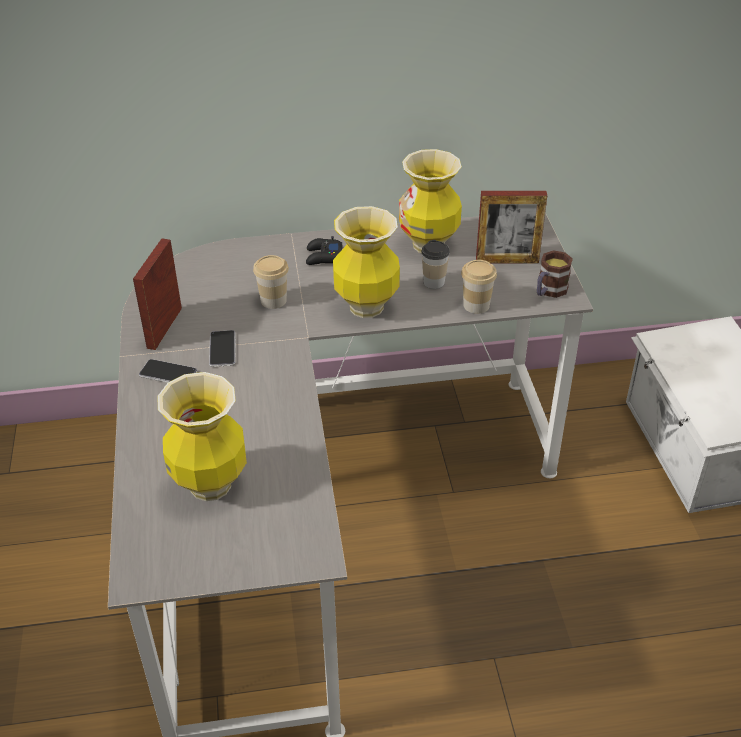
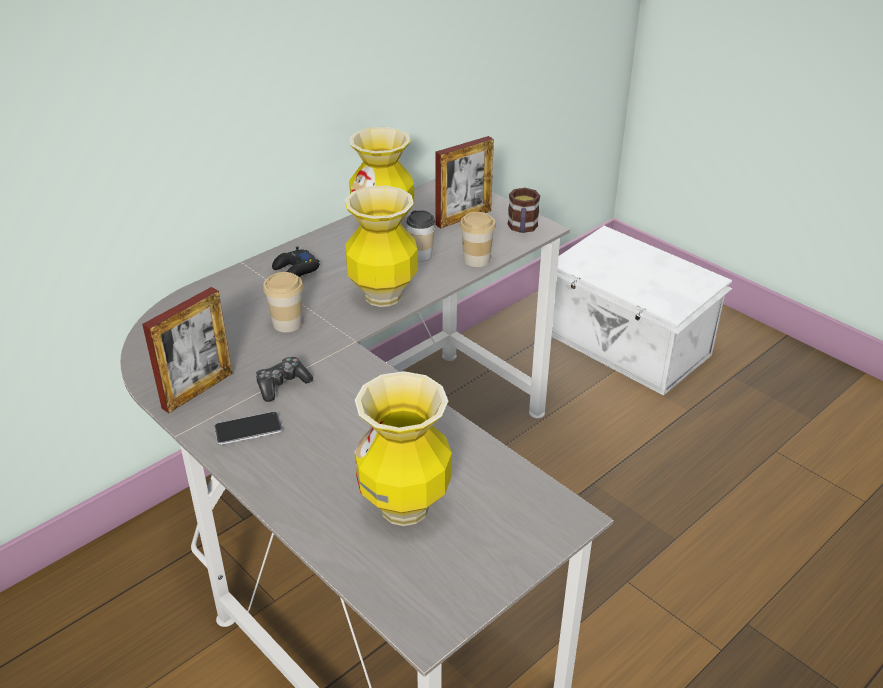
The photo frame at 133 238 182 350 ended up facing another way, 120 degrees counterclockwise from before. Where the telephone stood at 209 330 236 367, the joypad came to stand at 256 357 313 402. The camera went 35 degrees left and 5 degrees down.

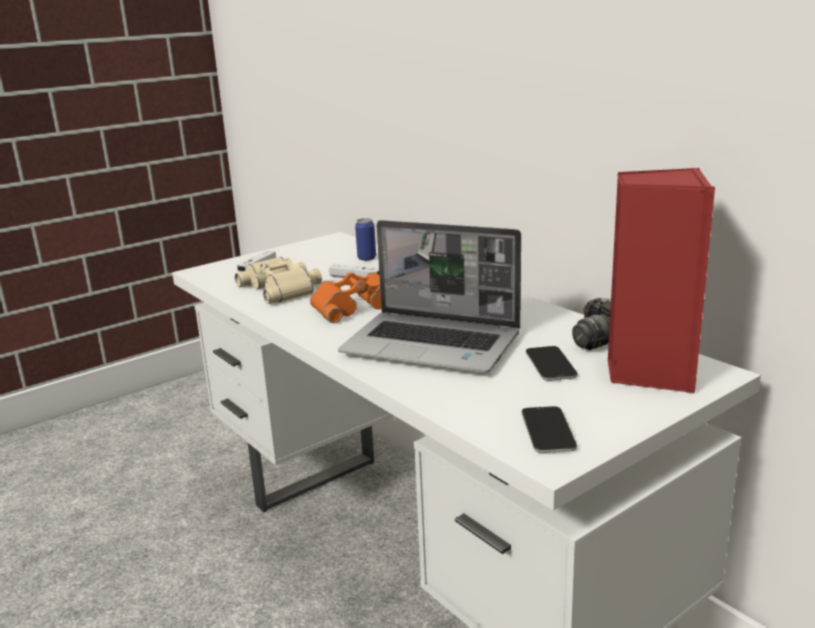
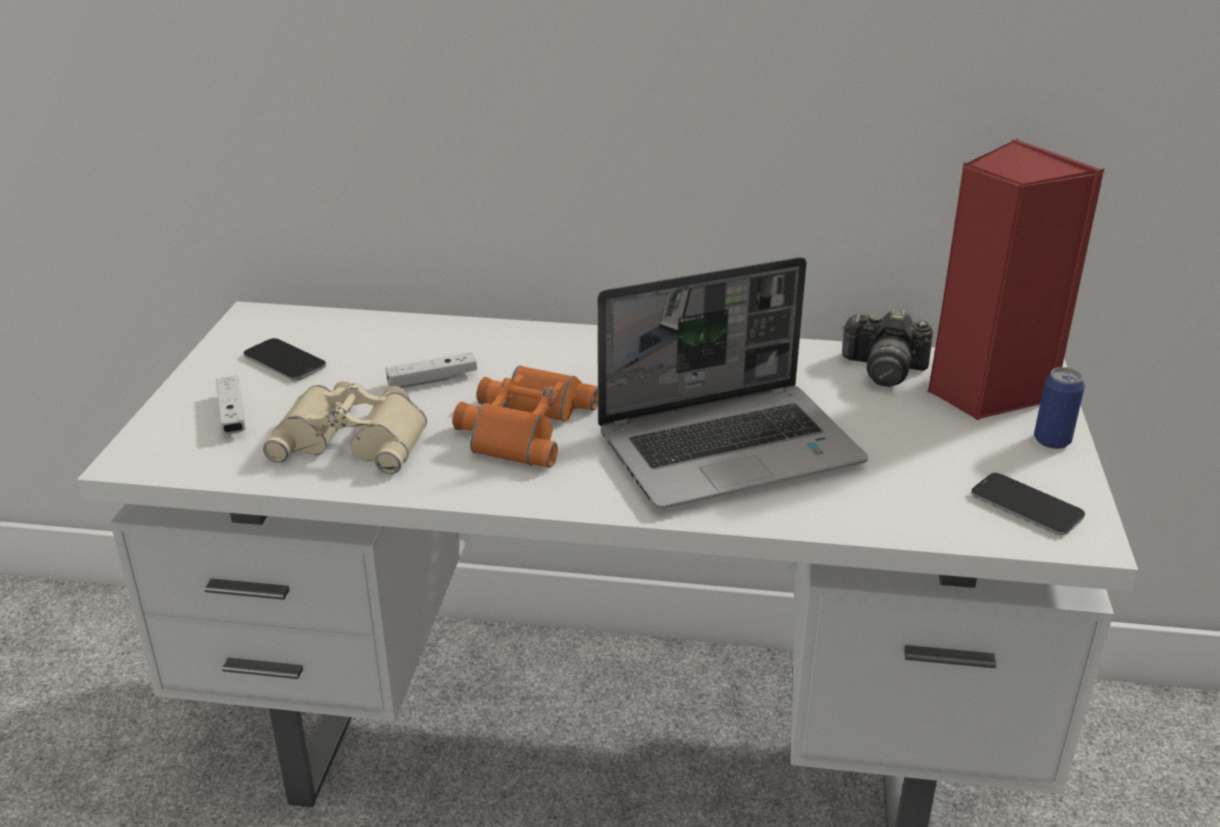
The sealed can ended up elsewhere, having gone from 355 218 376 261 to 1034 367 1085 449. The telephone ended up elsewhere, having gone from 526 346 578 381 to 243 338 326 381. The camera went 45 degrees left and 10 degrees up.

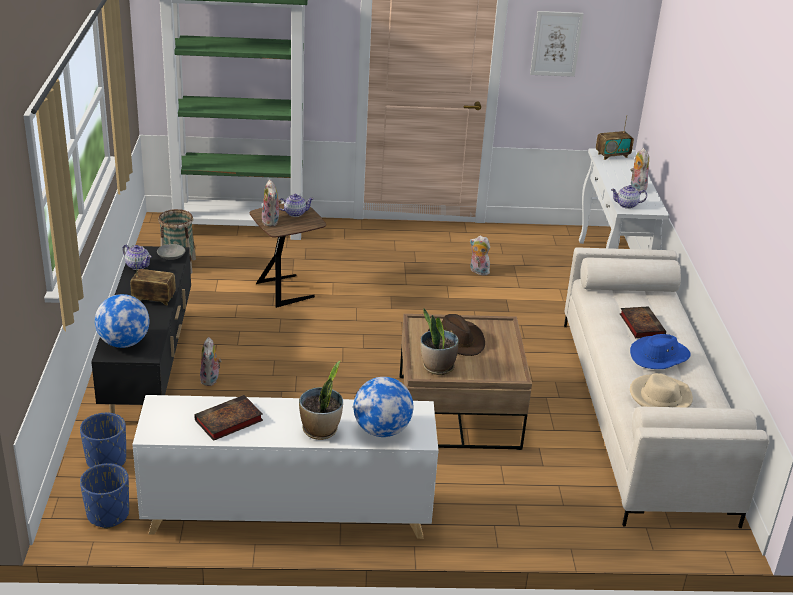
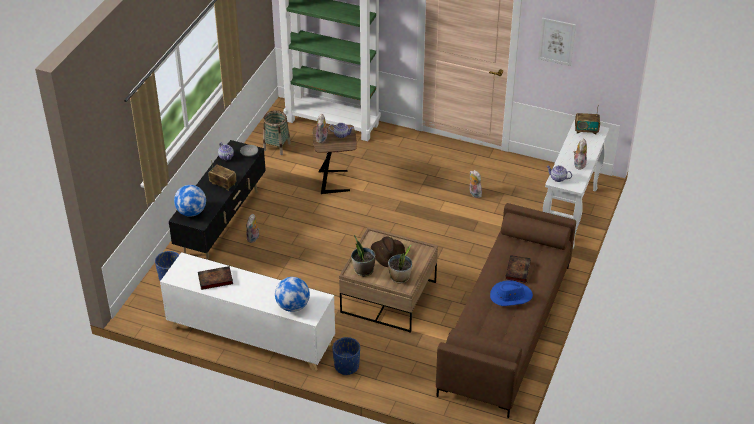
The blue plant pot ended up elsewhere, having gone from 80 463 129 529 to 332 337 360 375. The houseplant ended up elsewhere, having gone from 299 360 343 440 to 388 245 412 283. What was the white settee at 564 247 769 528 turned into the brown settee at 436 203 576 418. The second view lost the beige wearable hat at 630 373 693 408. The camera went 25 degrees right and 10 degrees up.

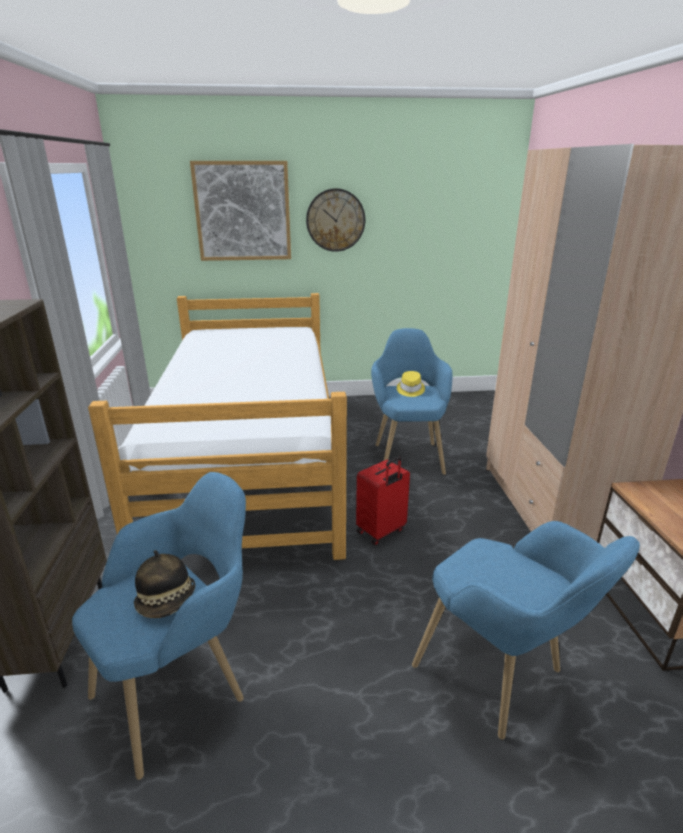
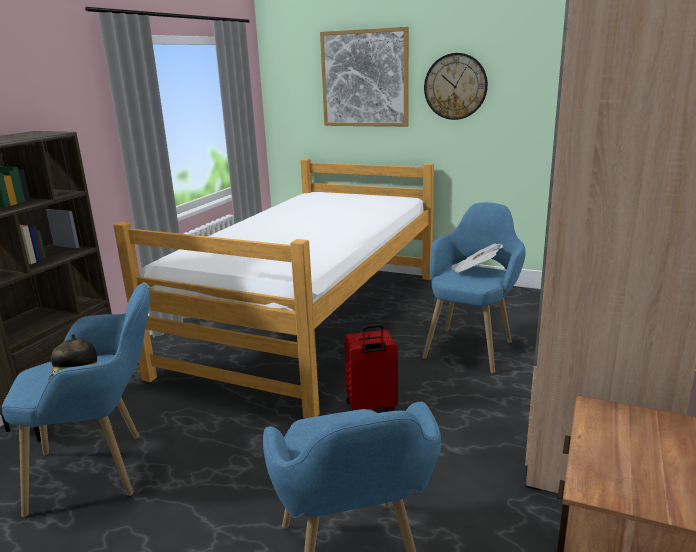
Where the yellow wearable hat stood at 397 371 425 397, the newspaper came to stand at 451 244 503 273. The camera went 30 degrees right and 5 degrees down.

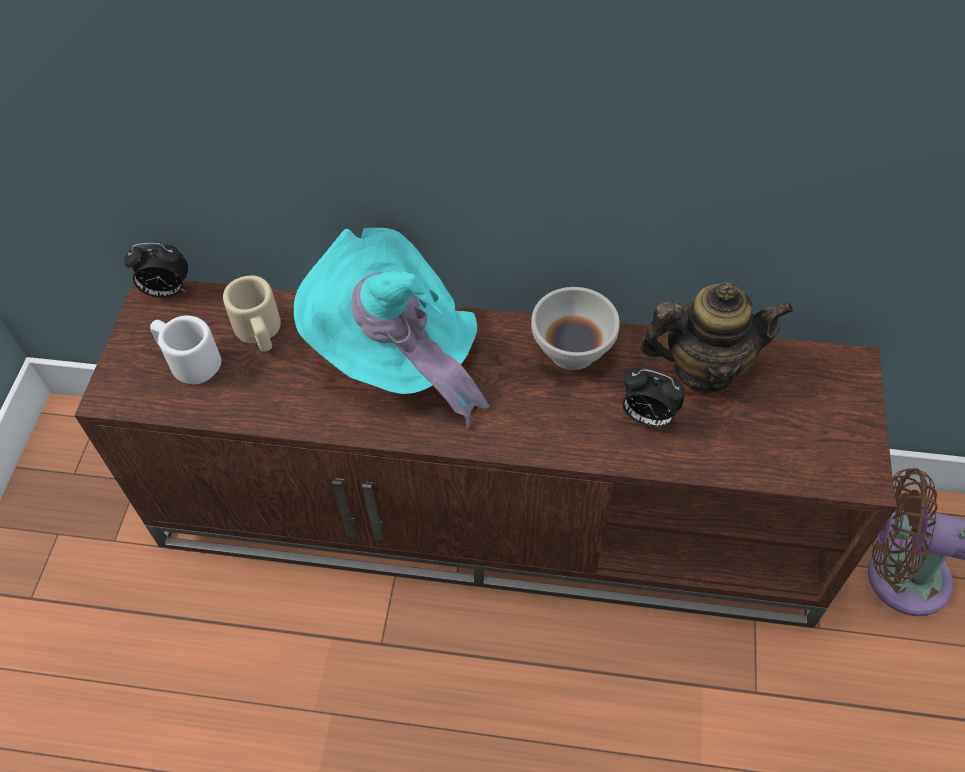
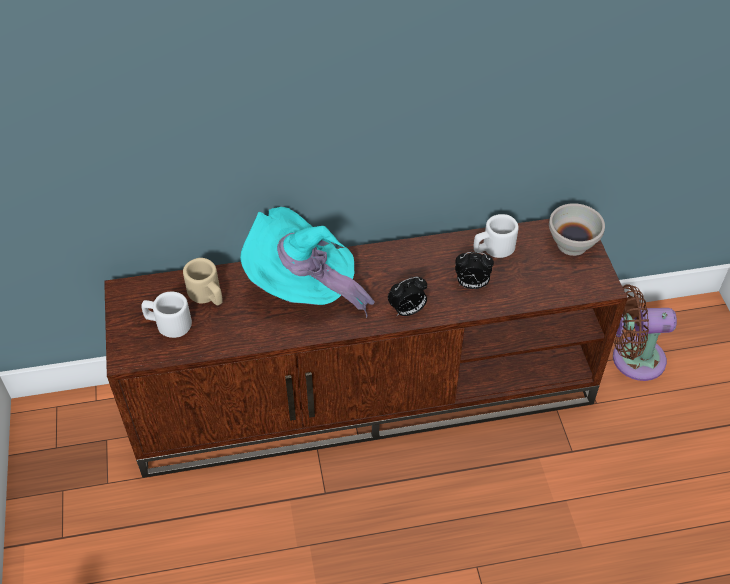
The alarm clock ended up elsewhere, having gone from 124 243 188 298 to 388 277 427 316. The white serving bowl ended up elsewhere, having gone from 531 287 620 370 to 549 203 605 256. Where the teapot stood at 639 282 793 393, the white coffee mug came to stand at 474 214 519 258. The camera went 20 degrees left and 5 degrees down.

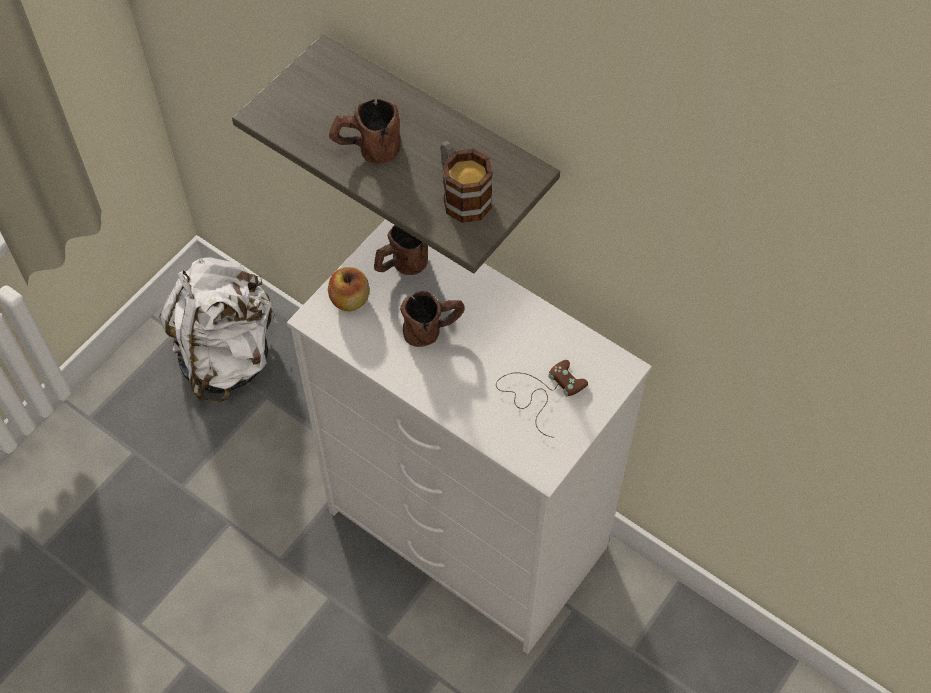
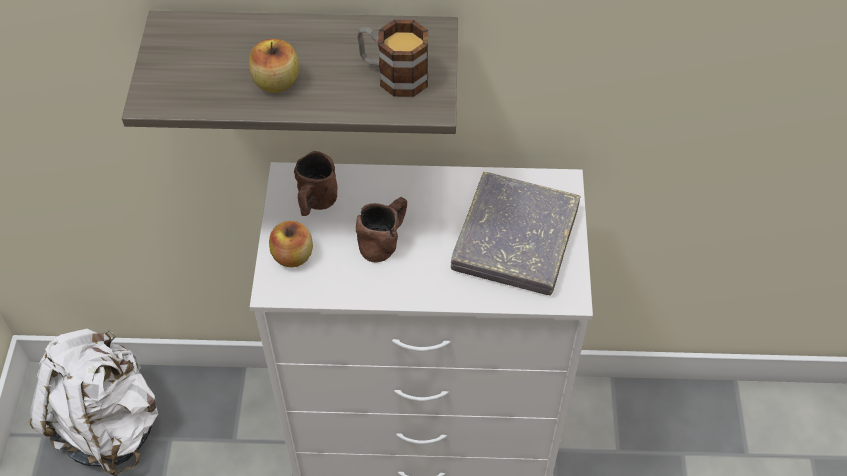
Where the brown coffee mug stood at 329 99 401 164, the apple came to stand at 249 39 299 93. Where the brown joypad stood at 496 360 588 438, the grey bound book came to stand at 451 172 580 296. The camera went 35 degrees left and 5 degrees down.

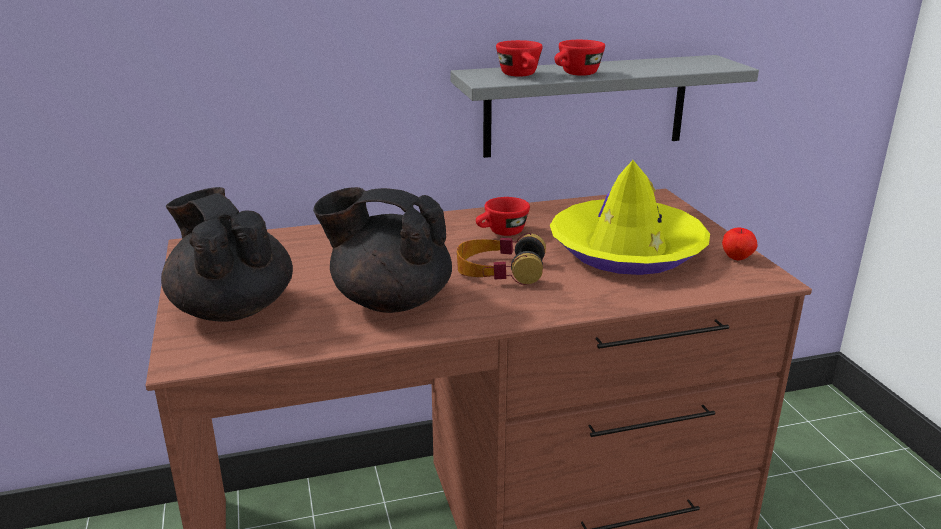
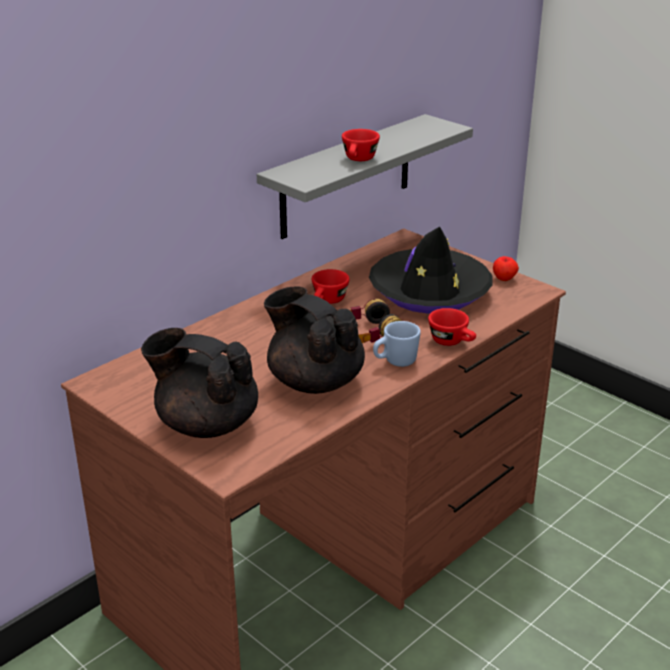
The black-coloured teapot at 313 187 452 313 ended up facing another way, 60 degrees clockwise from before. The red small cup ended up elsewhere, having gone from 496 40 543 77 to 428 308 476 346. What was the yellow wearable hat at 550 160 710 275 turned into the black-coloured wearable hat at 369 226 493 314. The second view gained the blue coffee mug at 373 321 421 367. The camera went 30 degrees left and 5 degrees up.

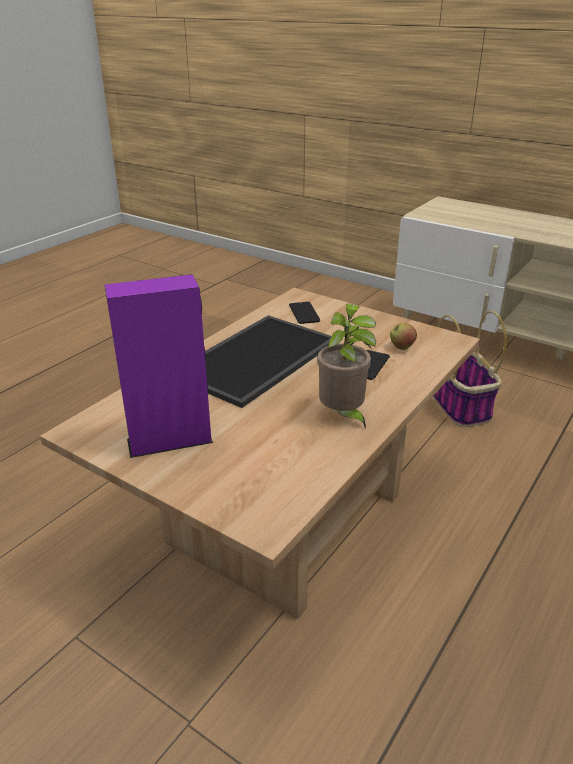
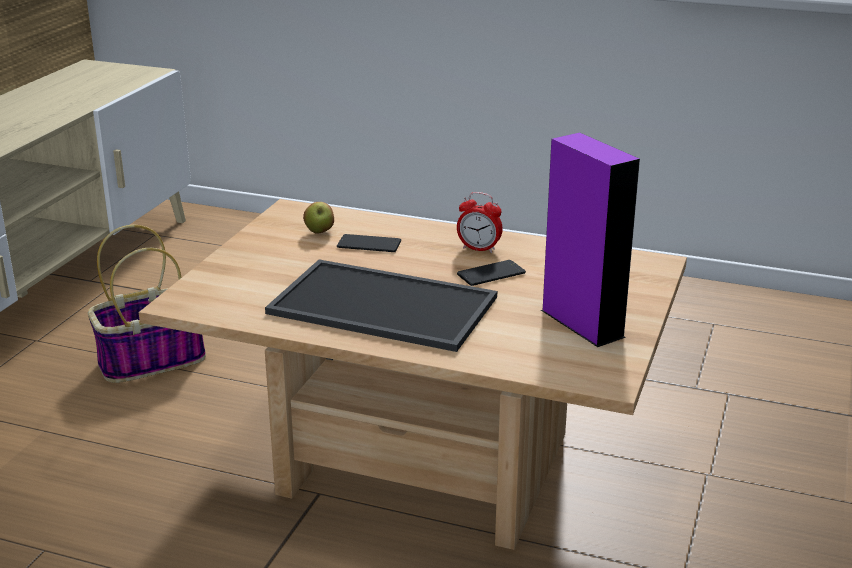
The telephone ended up elsewhere, having gone from 289 302 320 324 to 457 260 526 286. Where the houseplant stood at 317 304 376 429, the alarm clock came to stand at 457 192 503 253. The camera went 105 degrees left and 5 degrees down.

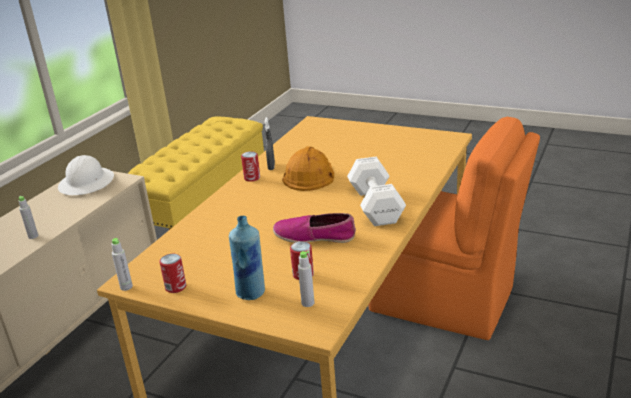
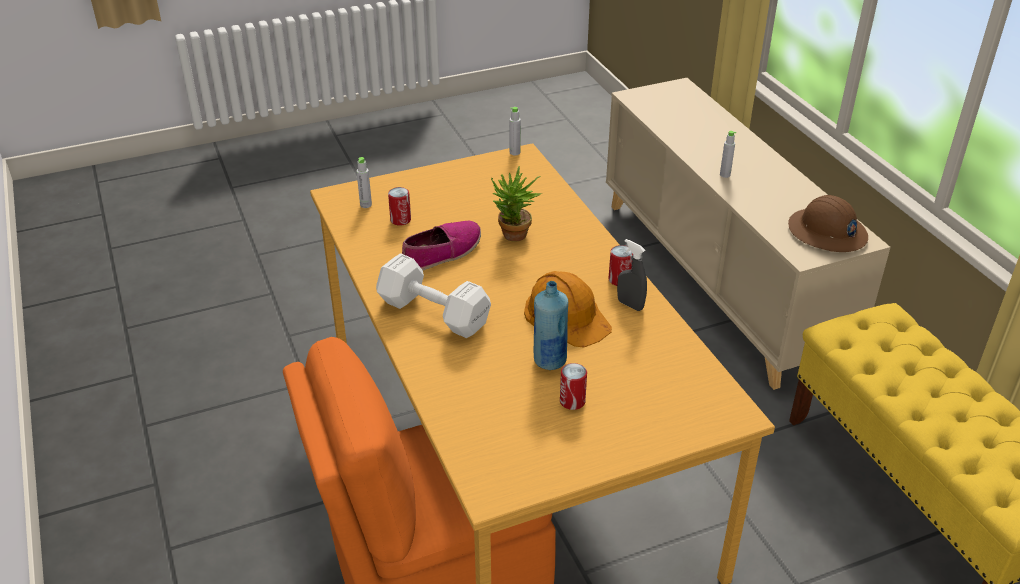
What was the white work helmet at 58 155 114 195 turned into the brown work helmet at 788 195 868 252. The sealed can ended up elsewhere, having gone from 159 254 186 293 to 560 363 587 410. The blue bottle ended up elsewhere, having gone from 229 216 265 300 to 534 281 568 370. The second view gained the houseplant at 491 166 542 242. The camera went 130 degrees right and 10 degrees up.

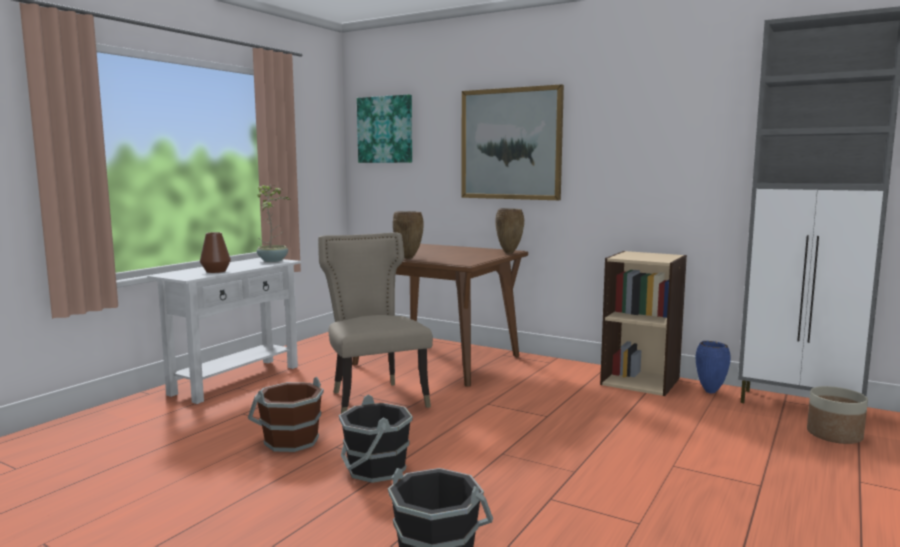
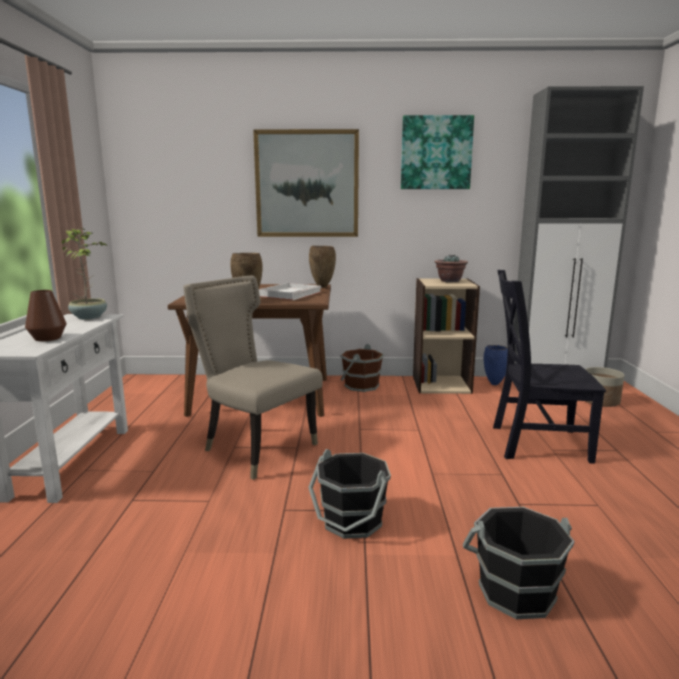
The brown bucket ended up elsewhere, having gone from 248 377 324 452 to 340 344 384 392. The wall art ended up elsewhere, having gone from 357 94 412 163 to 401 115 474 189. The second view gained the white serving tray at 259 283 322 300. The second view gained the houseplant at 435 254 468 282. The second view gained the black-coloured chair at 493 270 606 464. The camera went 30 degrees left and 5 degrees up.

